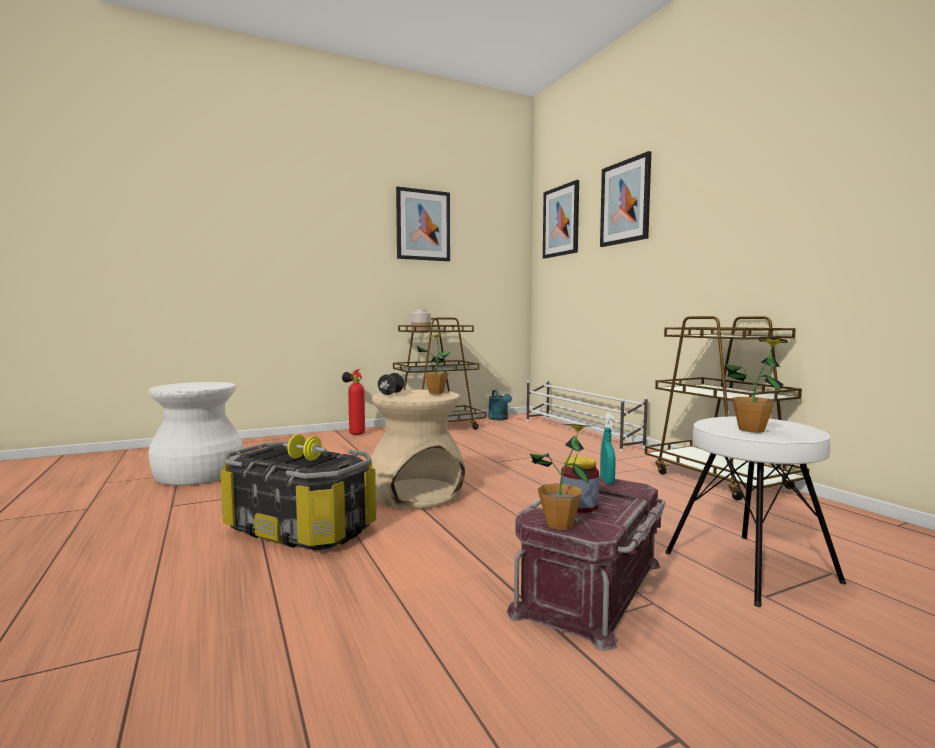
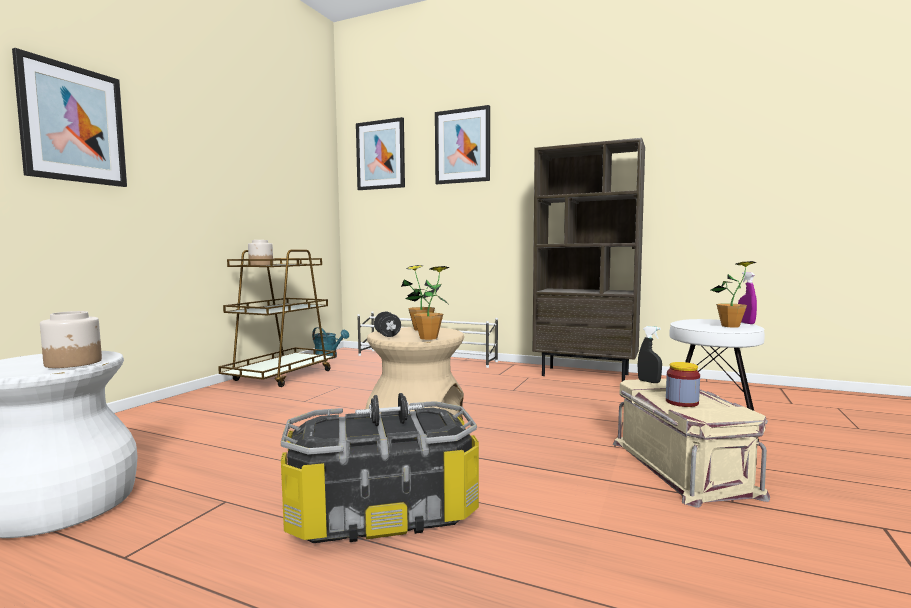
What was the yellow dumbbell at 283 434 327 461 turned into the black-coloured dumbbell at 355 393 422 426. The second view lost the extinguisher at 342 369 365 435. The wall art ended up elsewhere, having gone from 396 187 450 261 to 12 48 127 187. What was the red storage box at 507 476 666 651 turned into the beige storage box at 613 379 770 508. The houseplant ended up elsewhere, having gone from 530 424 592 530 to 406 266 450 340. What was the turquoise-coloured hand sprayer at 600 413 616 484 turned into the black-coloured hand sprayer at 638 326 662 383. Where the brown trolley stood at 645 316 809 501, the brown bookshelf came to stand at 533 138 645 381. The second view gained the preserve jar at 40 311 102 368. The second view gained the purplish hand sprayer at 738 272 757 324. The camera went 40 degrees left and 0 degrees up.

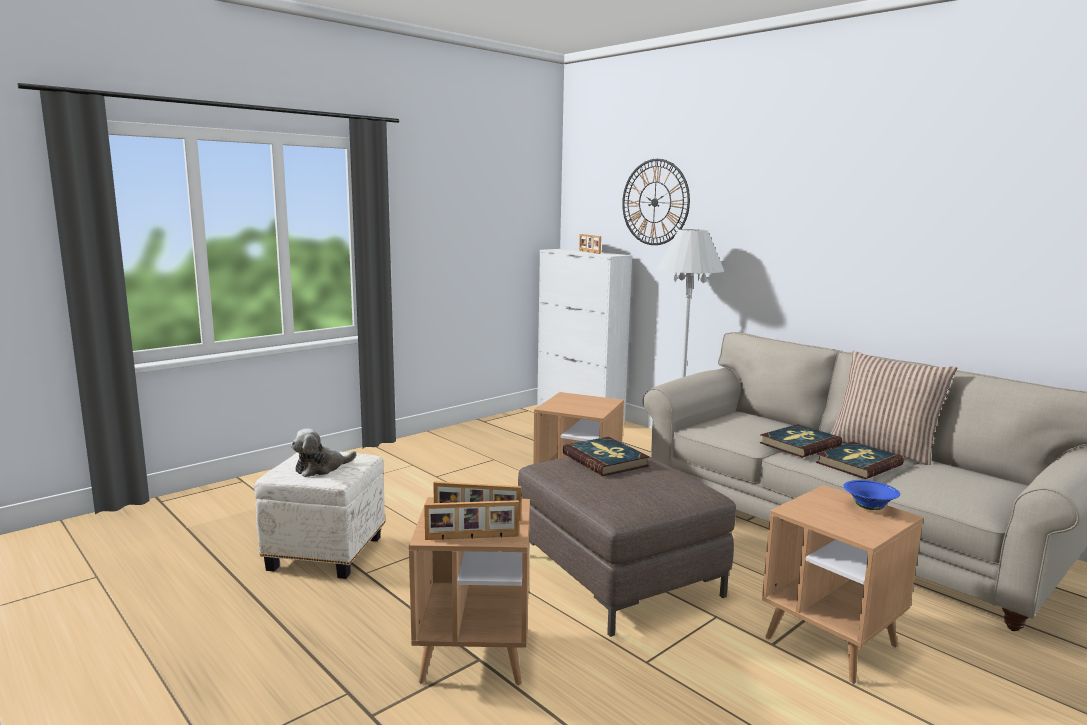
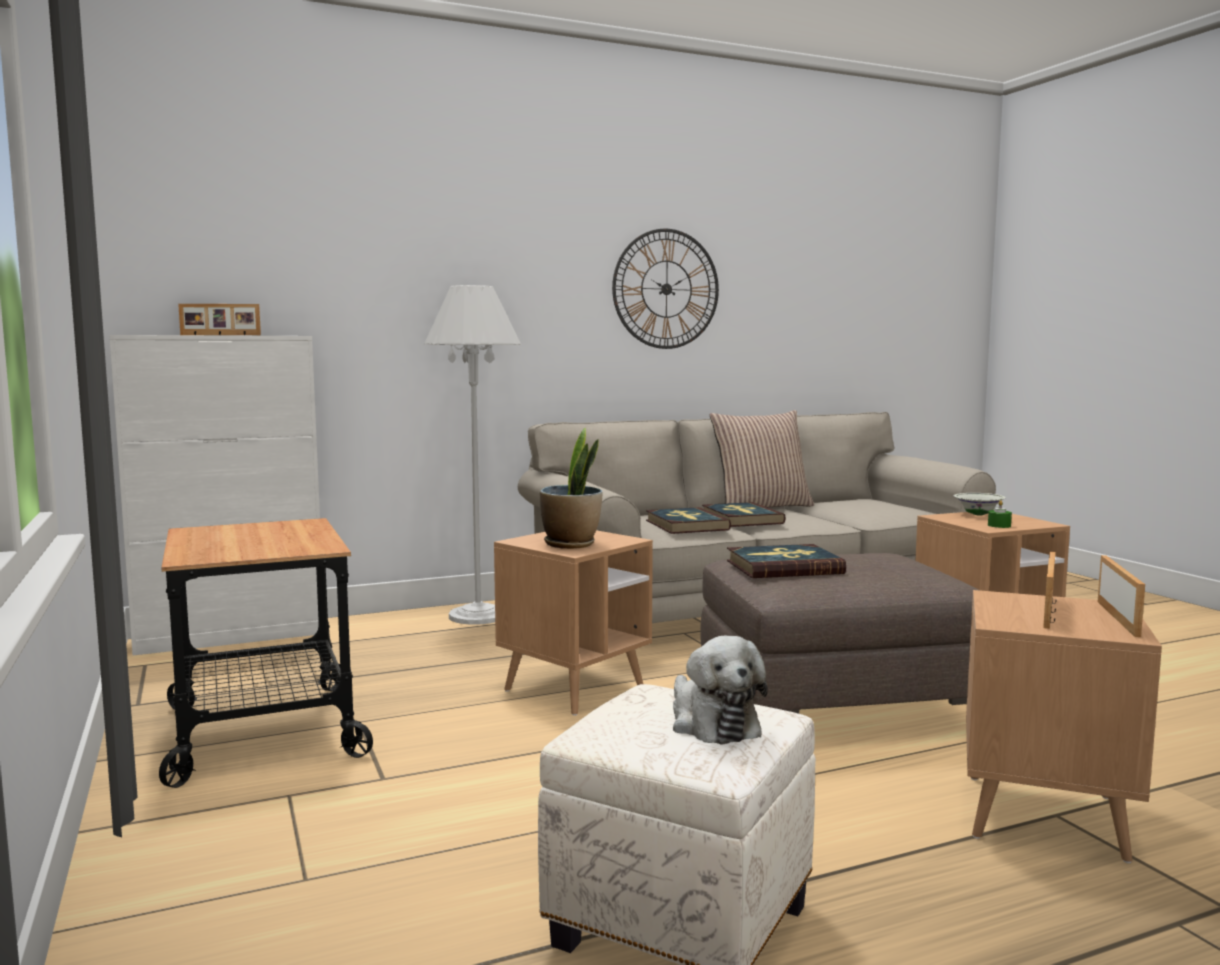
The hanging clock ended up elsewhere, having gone from 622 159 690 245 to 612 229 719 349. The bound book ended up elsewhere, having gone from 816 442 904 479 to 646 507 731 534. What was the blue serving bowl at 843 480 900 510 turned into the white serving bowl at 954 493 1006 516. The second view gained the trolley at 159 518 373 788. The second view gained the houseplant at 540 428 603 549. The second view gained the greenish wax candle at 988 500 1012 528. The camera went 70 degrees left and 5 degrees down.

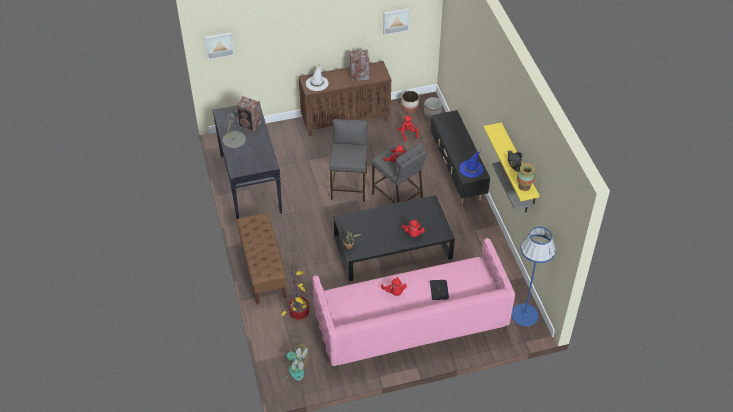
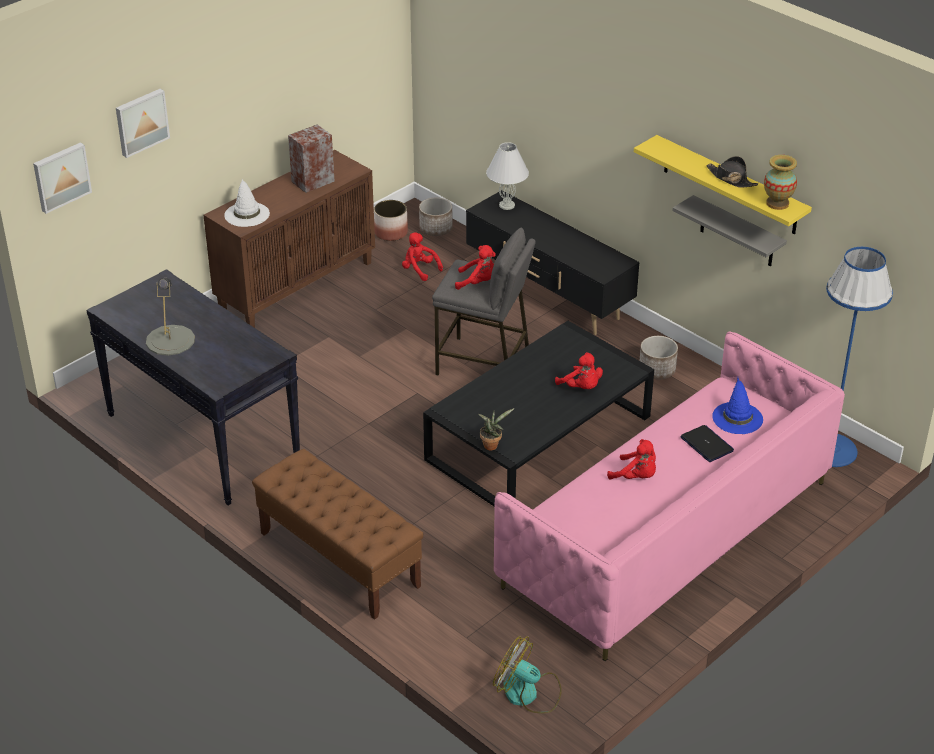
The second view lost the speaker at 235 96 261 132. The cooling fan at 276 344 309 381 ended up facing another way, 150 degrees counterclockwise from before. The second view lost the houseplant at 282 264 309 320. The second view lost the grey stool seat at 329 119 368 202. The wall art ended up elsewhere, having gone from 383 8 410 35 to 116 89 170 158. The blue wearable hat ended up elsewhere, having gone from 460 151 484 178 to 712 377 763 434. The second view gained the white tabletop lamp at 486 142 529 210. The second view gained the plant pot at 640 336 678 379. The camera went 30 degrees left and 10 degrees down.

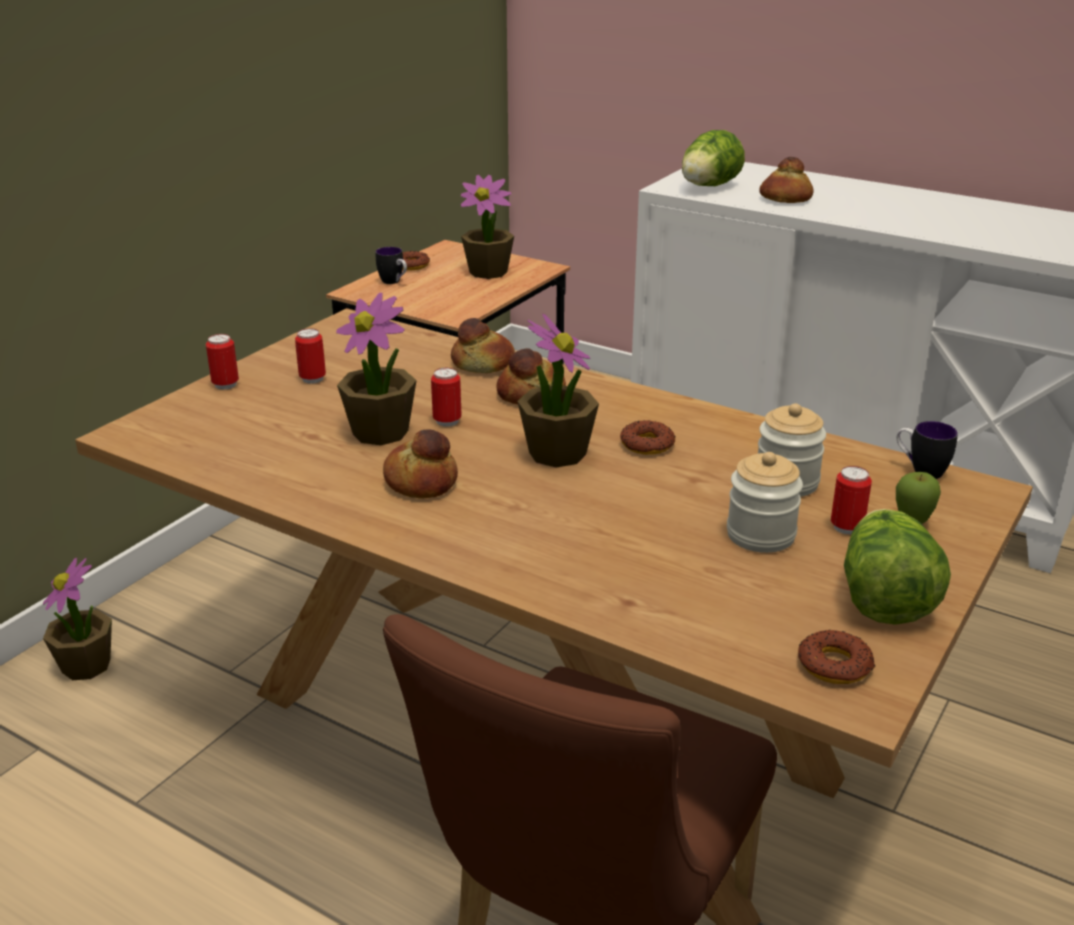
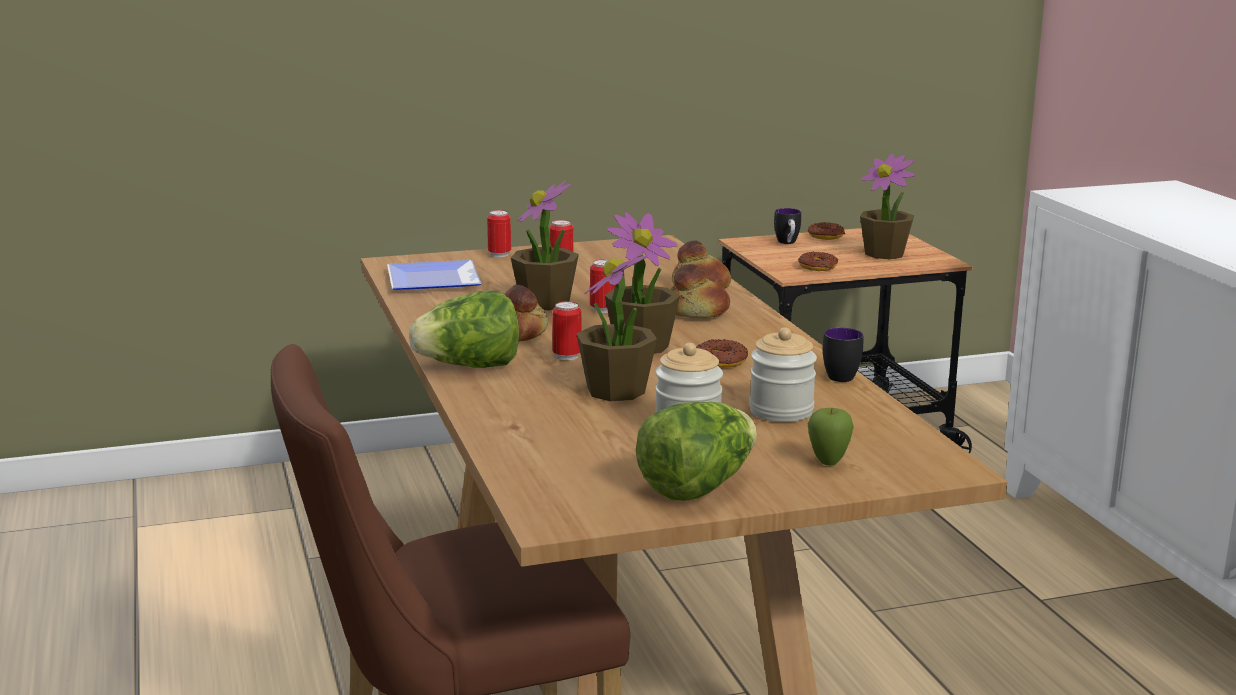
The houseplant ended up elsewhere, having gone from 43 558 112 680 to 576 250 657 401. The lettuce head ended up elsewhere, having gone from 682 130 745 186 to 409 290 519 368. The second view lost the bread at 759 157 813 203. The doughnut ended up elsewhere, having gone from 798 629 875 684 to 798 252 838 271. The sealed can ended up elsewhere, having gone from 831 466 872 534 to 552 301 581 360. The coffee mug ended up elsewhere, having gone from 897 421 958 479 to 823 328 863 382. The second view gained the flat dish at 387 260 482 290. The camera went 40 degrees right and 10 degrees down.

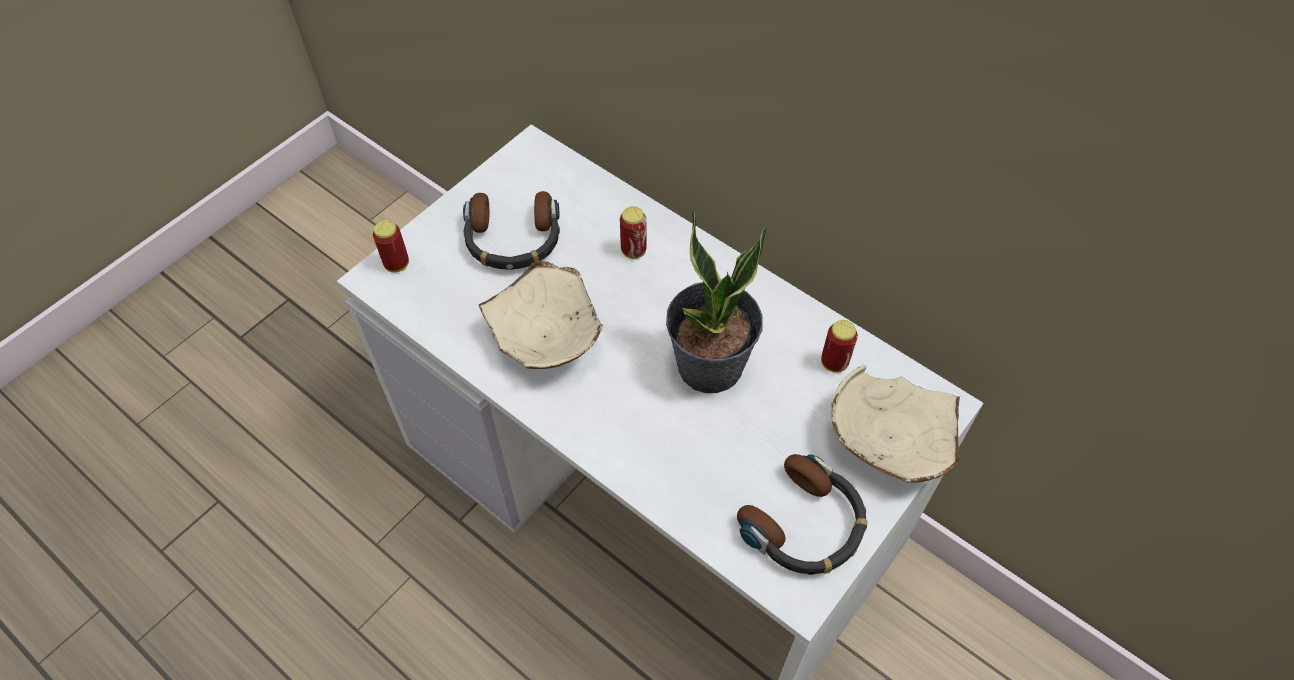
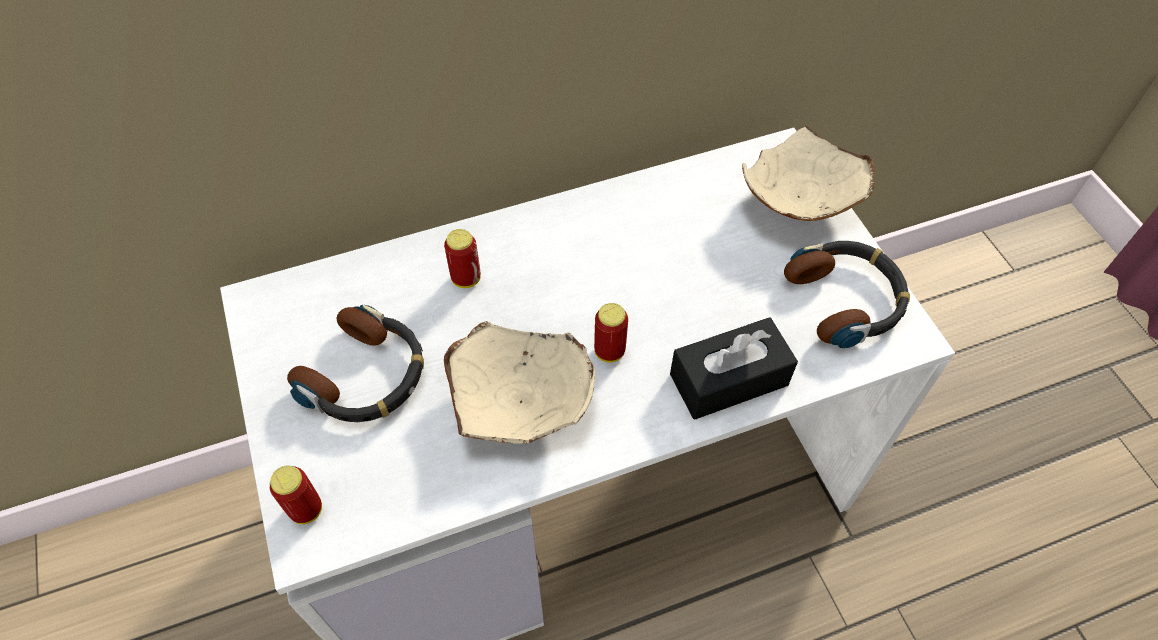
The second view lost the houseplant at 666 210 767 393. The sealed can ended up elsewhere, having gone from 821 320 858 373 to 594 303 628 363. The second view gained the black-coloured tissue box at 670 317 798 419. The camera went 60 degrees left and 0 degrees up.

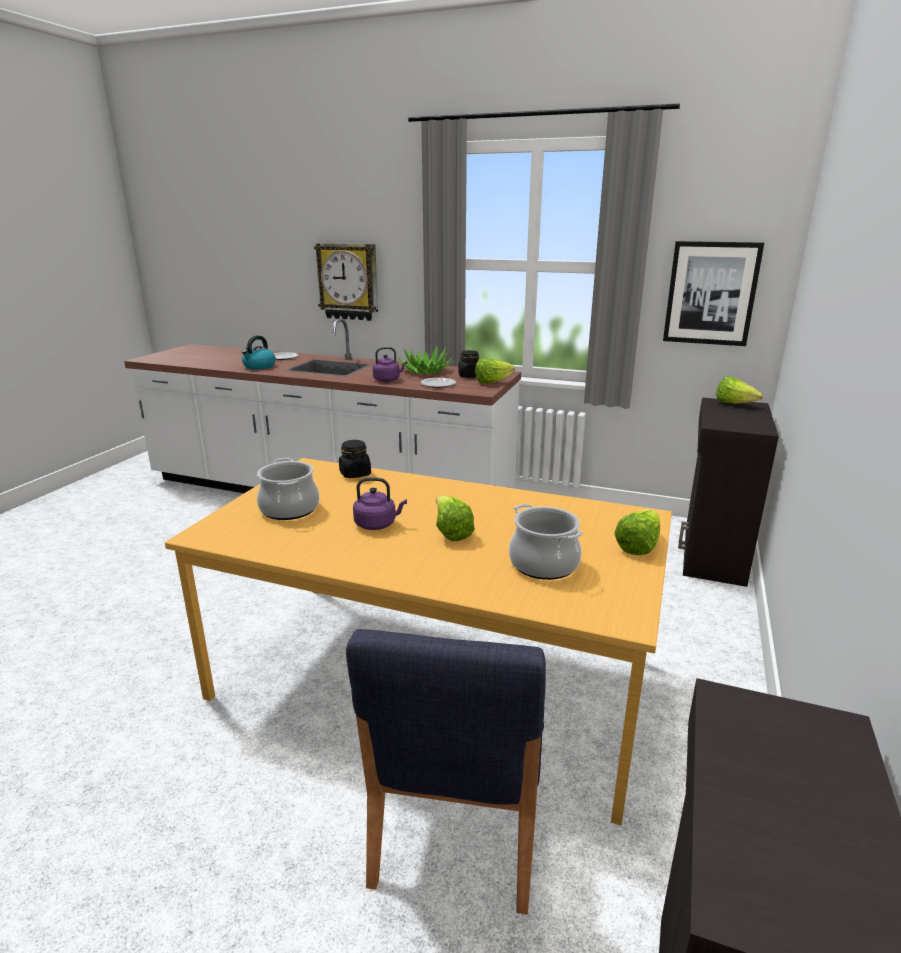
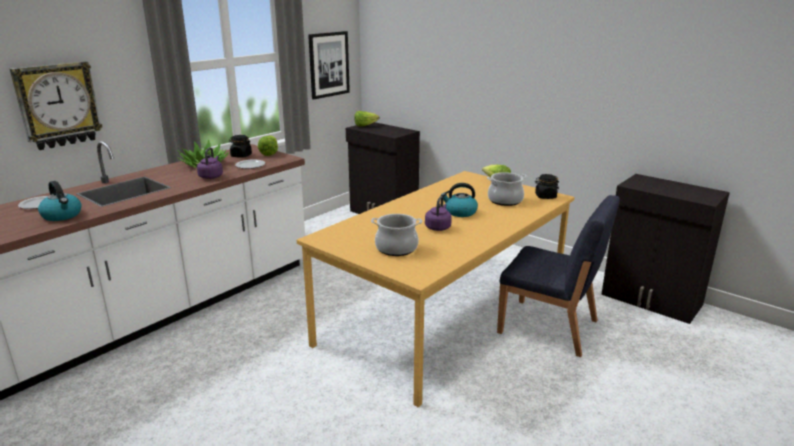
The black-coloured preserve jar ended up elsewhere, having gone from 339 440 371 478 to 535 174 559 199. Where the lettuce head stood at 436 495 475 541, the kettle came to stand at 441 183 478 217. The camera went 70 degrees left and 0 degrees up.

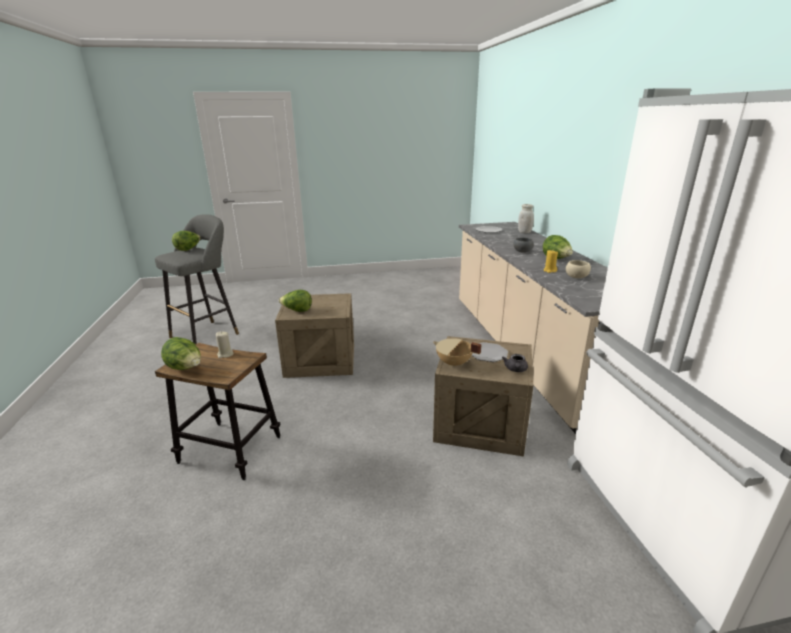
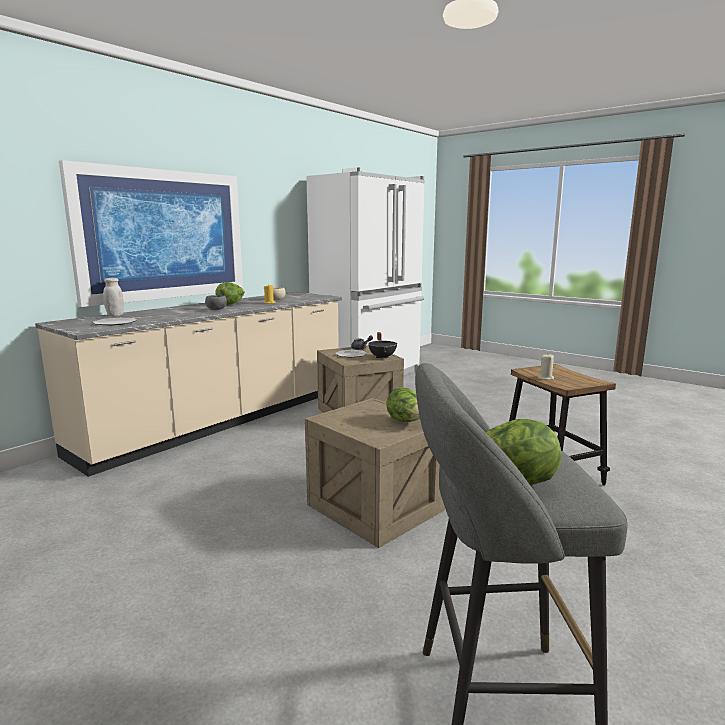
The second view lost the lettuce head at 161 337 201 370. What was the beige cooking pot at 433 338 482 368 turned into the black-coloured cooking pot at 368 332 397 359. The second view gained the wall art at 59 160 243 307. The camera went 130 degrees left and 10 degrees down.

